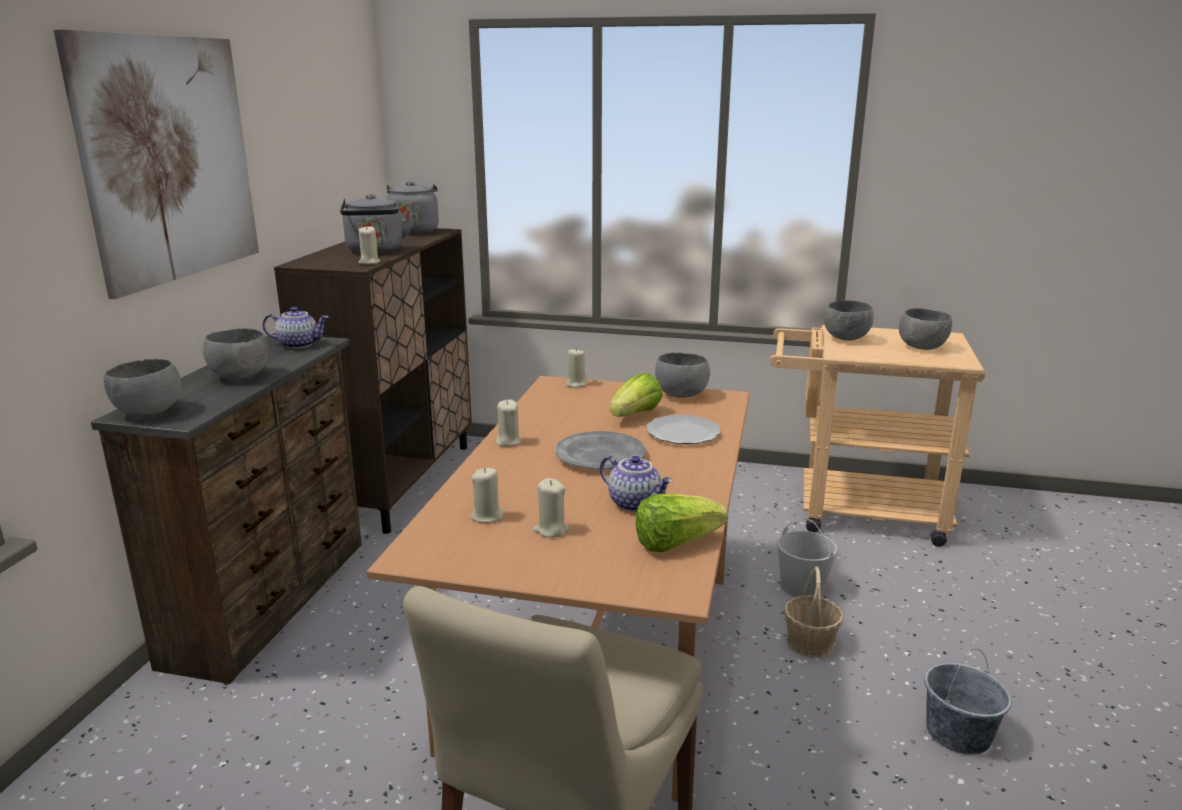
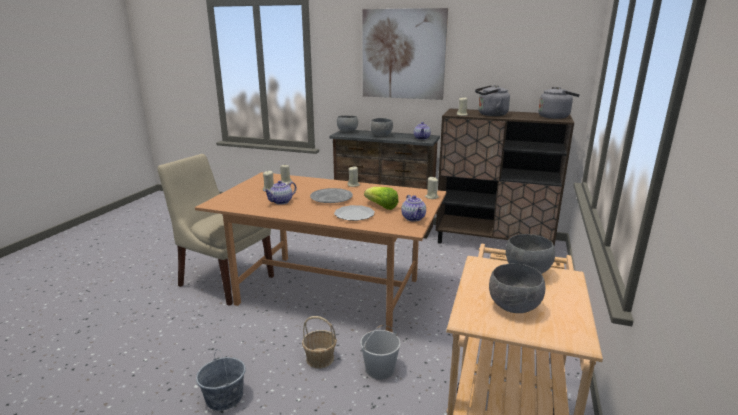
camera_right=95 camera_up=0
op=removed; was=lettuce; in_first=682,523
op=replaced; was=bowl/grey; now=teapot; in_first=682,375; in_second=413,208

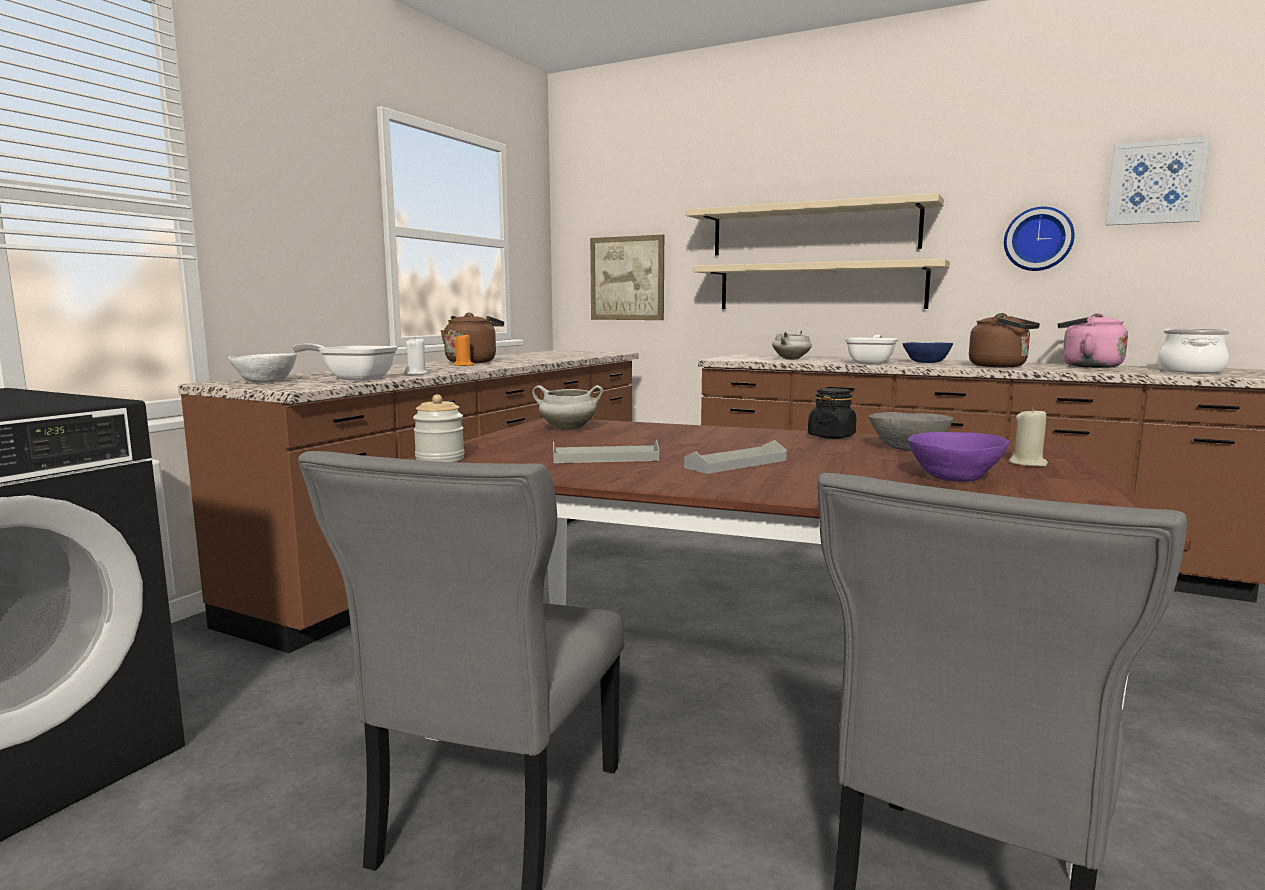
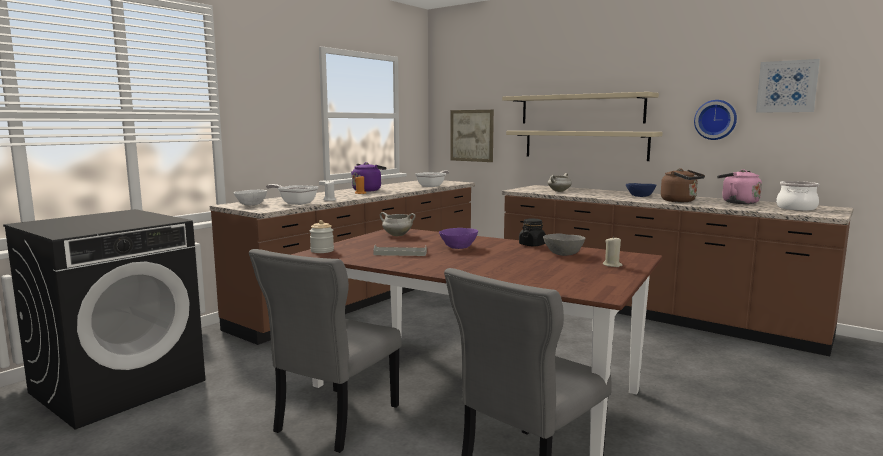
camera_right=10 camera_up=0
op=removed; was=tray/grey; in_first=735,457
op=moved; was=frying pan; in_first=872,349; in_second=432,178
op=moved; was=bowl/purple; in_first=958,457; in_second=458,238
op=recoloured; was=kettle/brown; now=kettle/purple; in_first=472,338; in_second=368,177

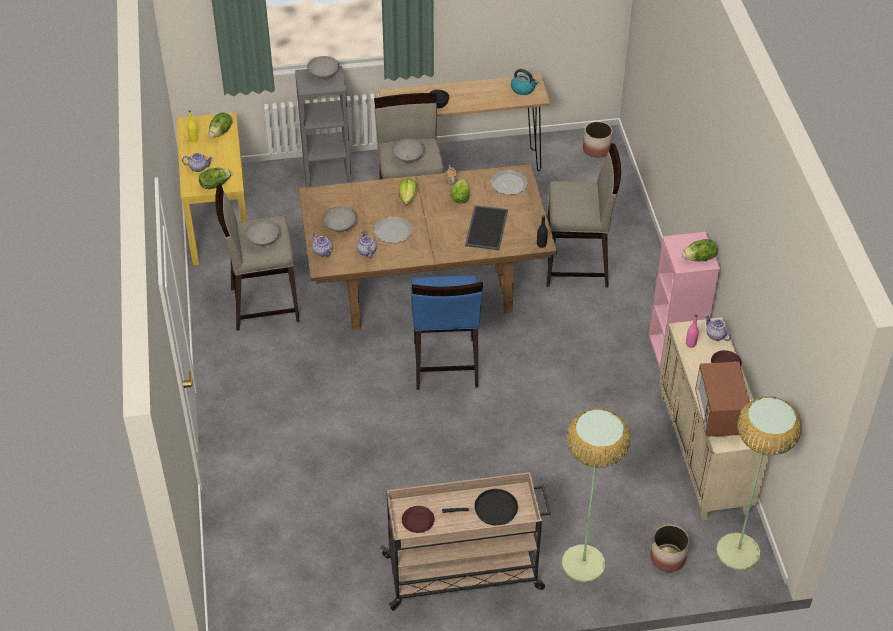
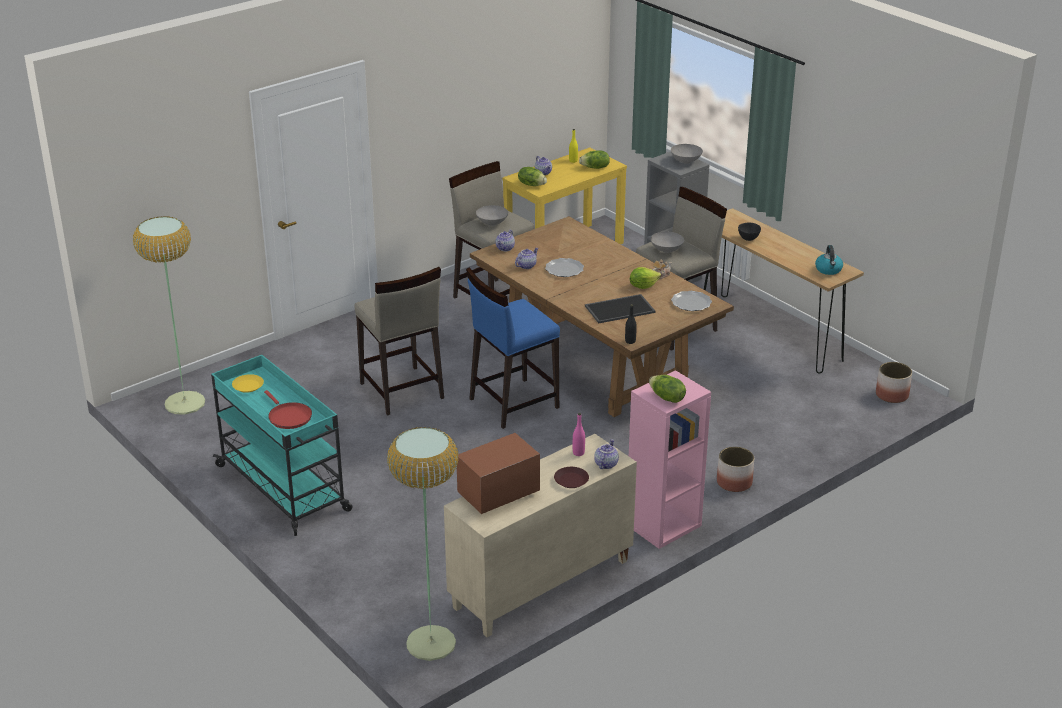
camera_right=60 camera_up=-15
op=removed; was=bowl/grey; in_first=339,219
op=removed; was=lettuce; in_first=408,191
op=moved; was=stool/beige; in_first=584,215; in_second=399,341
op=moved; was=floor lamp; in_first=596,495; in_second=169,315
op=moved; was=planter; in_first=669,548; in_second=735,469
op=recoloured; was=cart/beige; now=cart/turquoise; in_first=465,541; in_second=281,445
op=recoloured; was=plate/brown; now=plate/yellow; in_first=418,519; in_second=248,383
op=recoloured; was=frying pan/black; now=frying pan/red; in_first=480,507; in_second=288,409

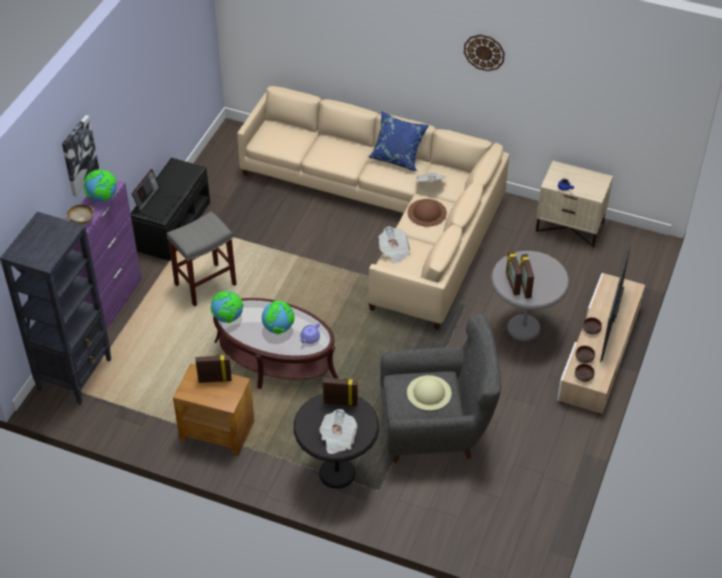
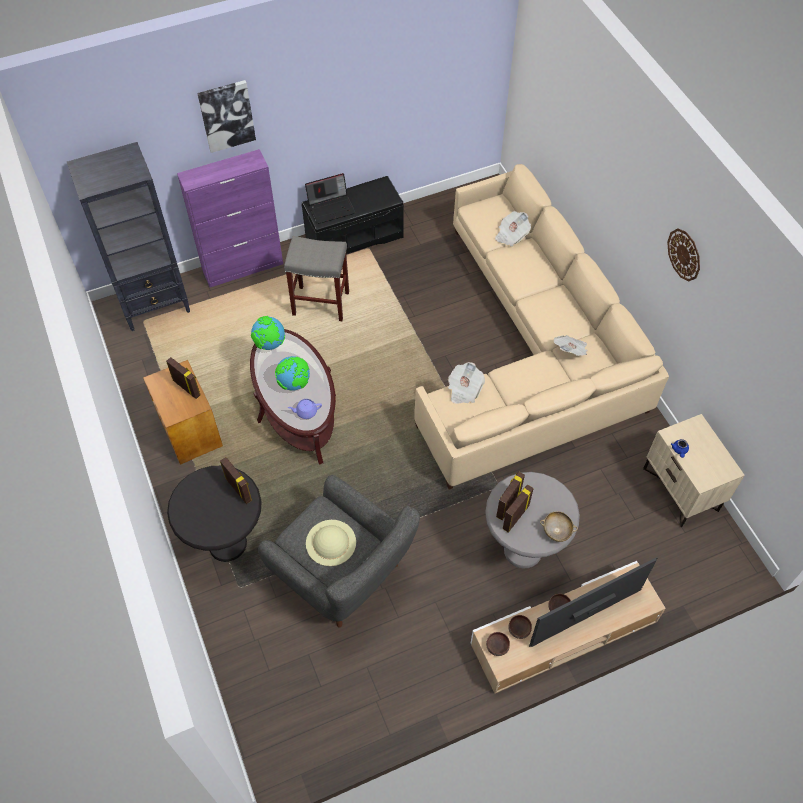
camera_right=45 camera_up=10
op=removed; was=globe; in_first=100,185
op=removed; was=pillow/blue; in_first=398,141
op=removed; was=hat/brown; in_first=427,213
op=moved; was=bowl/beige; in_first=80,214; in_second=559,526
op=moved; was=newspaper; in_first=338,431; in_second=513,229

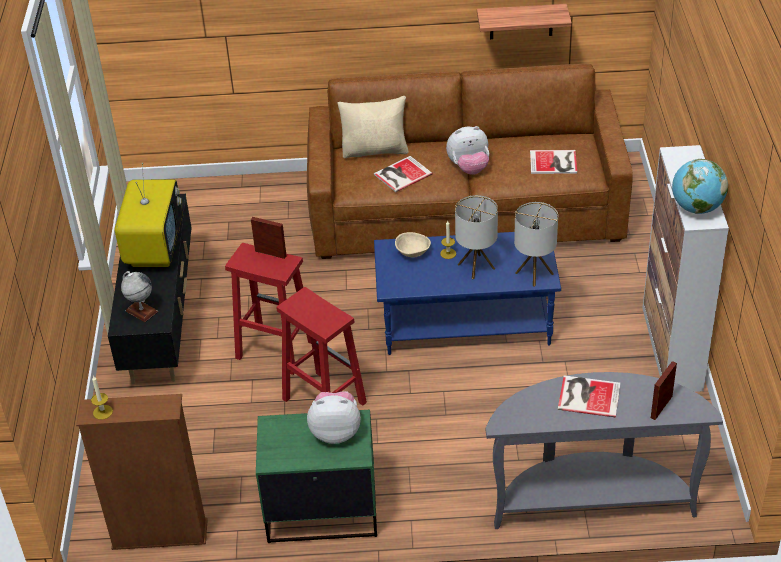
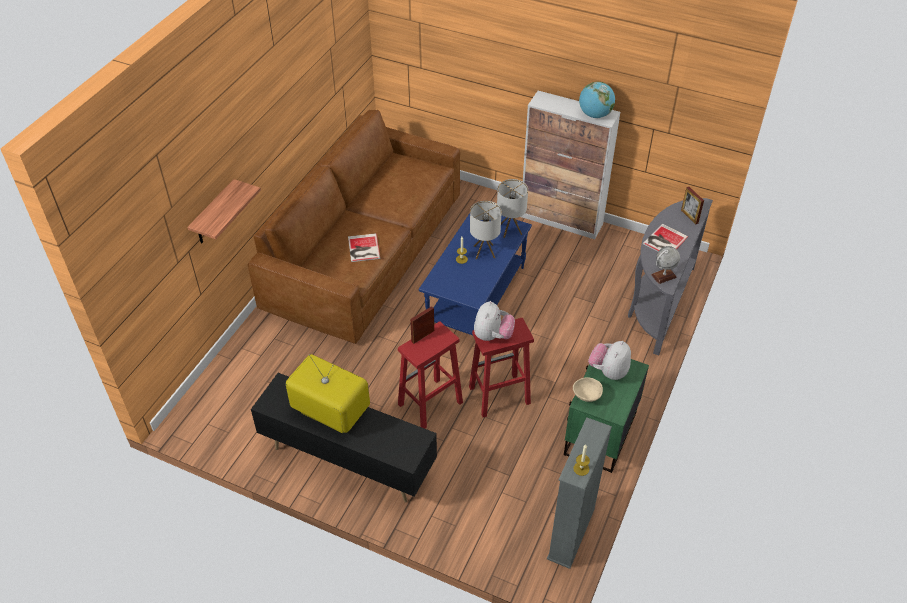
camera_right=-65 camera_up=5
op=removed; was=pillow/beige; in_first=373,127
op=removed; was=book; in_first=553,162
op=moved; was=globe; in_first=139,296; in_second=665,265
op=moved; was=bowl/beige; in_first=413,245; in_second=588,389
op=moved; was=plush toy; in_first=467,150; in_second=494,321
op=moved; was=shelf; in_first=524,21; in_second=224,211
op=recoloured; was=bookcase/brown; now=bookcase/grey; in_first=142,472; in_second=579,493

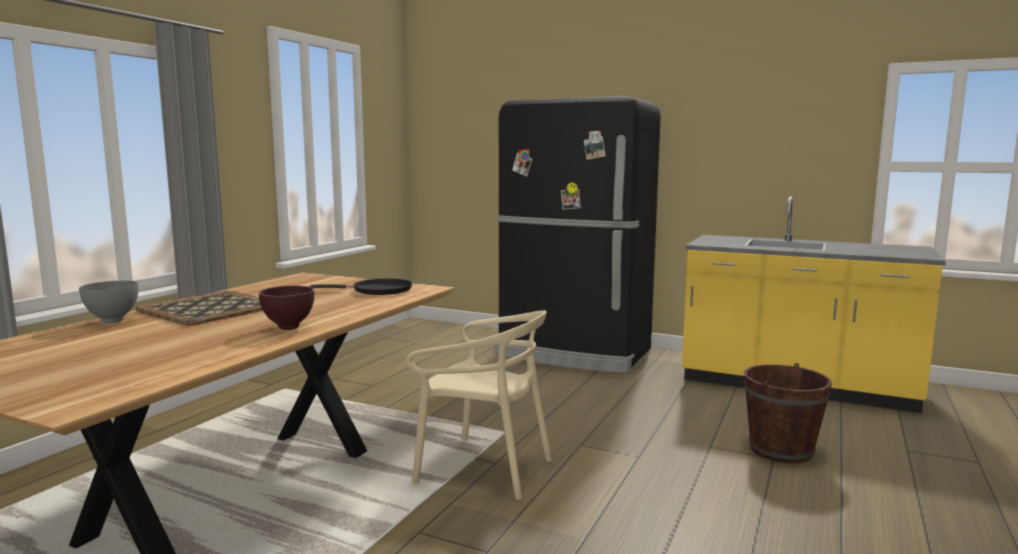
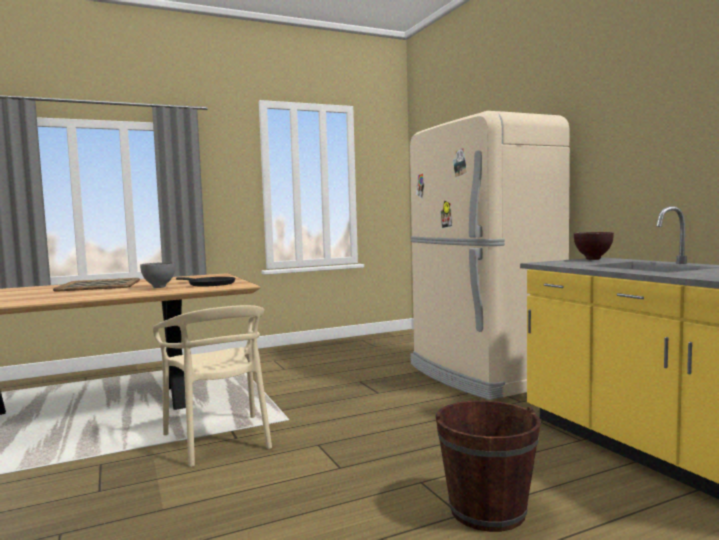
camera_right=40 camera_up=-5
op=moved; was=bowl/grey; in_first=108,302; in_second=157,275
op=moved; was=bowl/brown; in_first=286,308; in_second=594,246
op=recoloured; was=fridge/black; now=fridge/beige; in_first=578,234; in_second=490,255

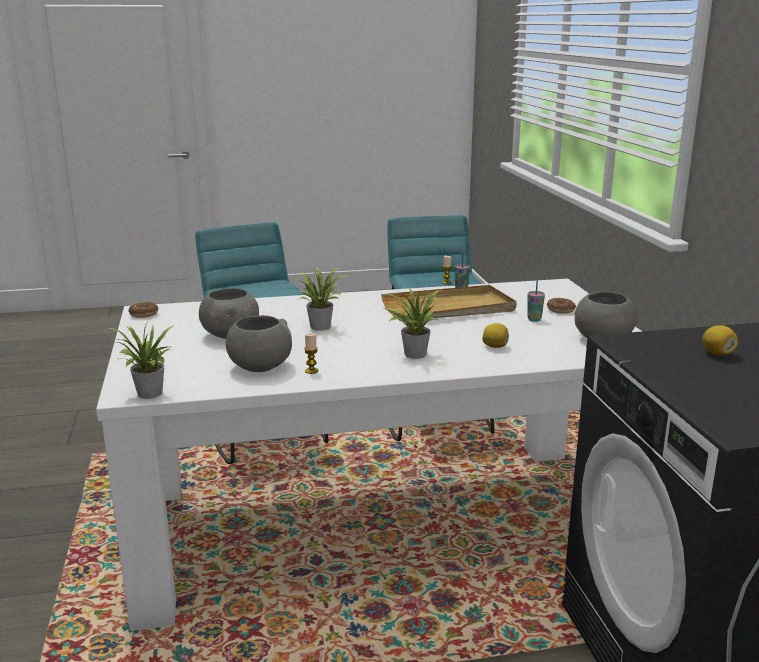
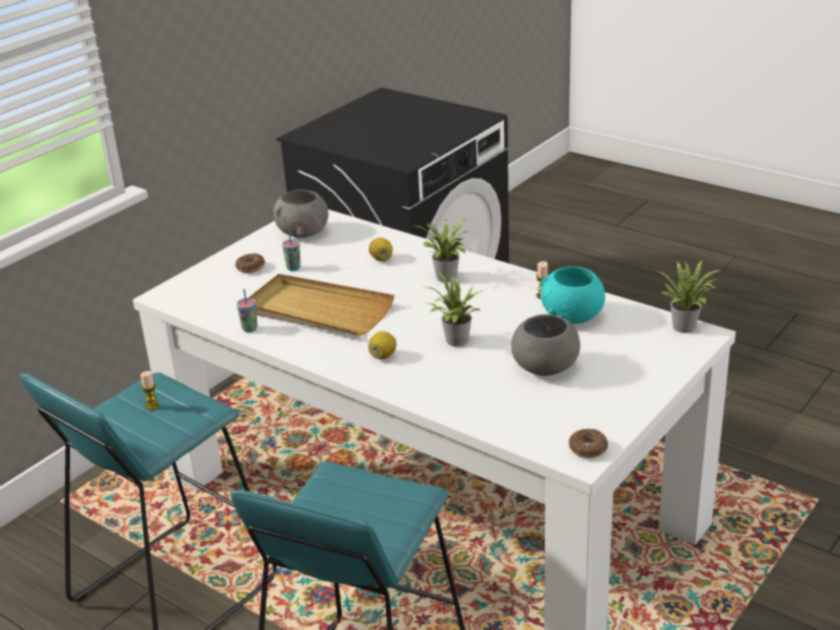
camera_right=-130 camera_up=10
op=moved; was=lemon; in_first=720,340; in_second=382,345
op=recoloured; was=bowl/grey; now=bowl/turquoise; in_first=259,343; in_second=573,295

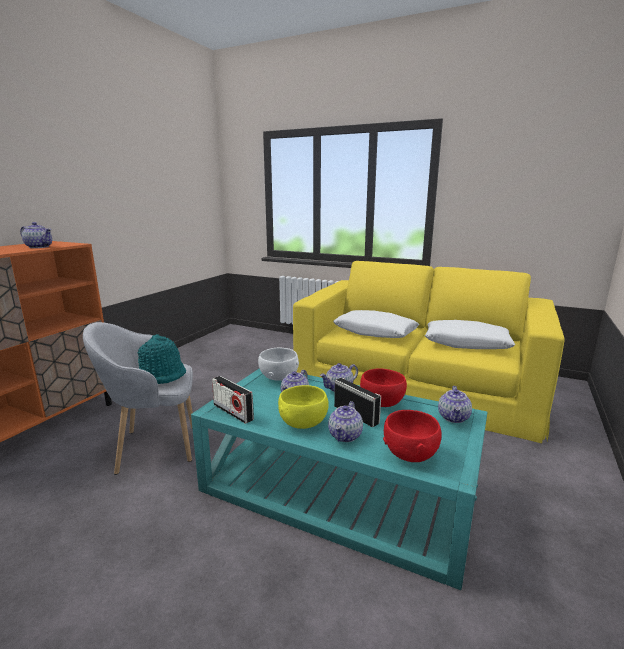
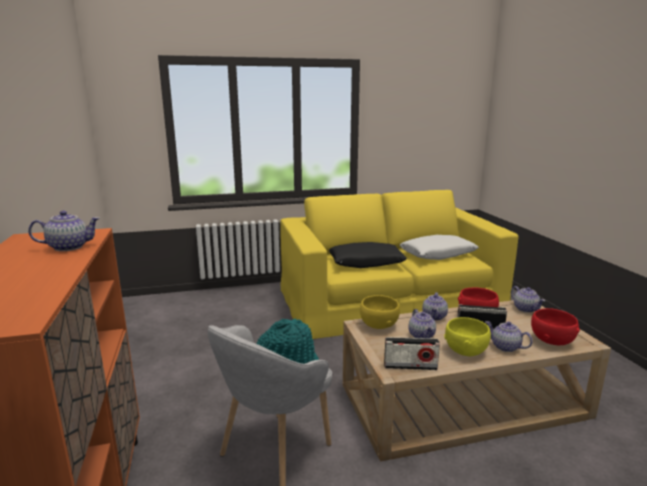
camera_right=-40 camera_up=0
op=recoloured; was=coffee table/turquoise; now=coffee table/beige; in_first=339,479; in_second=477,381
op=recoloured; was=bowl/white; now=bowl/yellow; in_first=278,364; in_second=380,312
op=recoloured; was=pillow/white; now=pillow/black; in_first=376,324; in_second=368,255
op=turned; was=teapot; in_first=345,421; in_second=509,336; clockwise=150

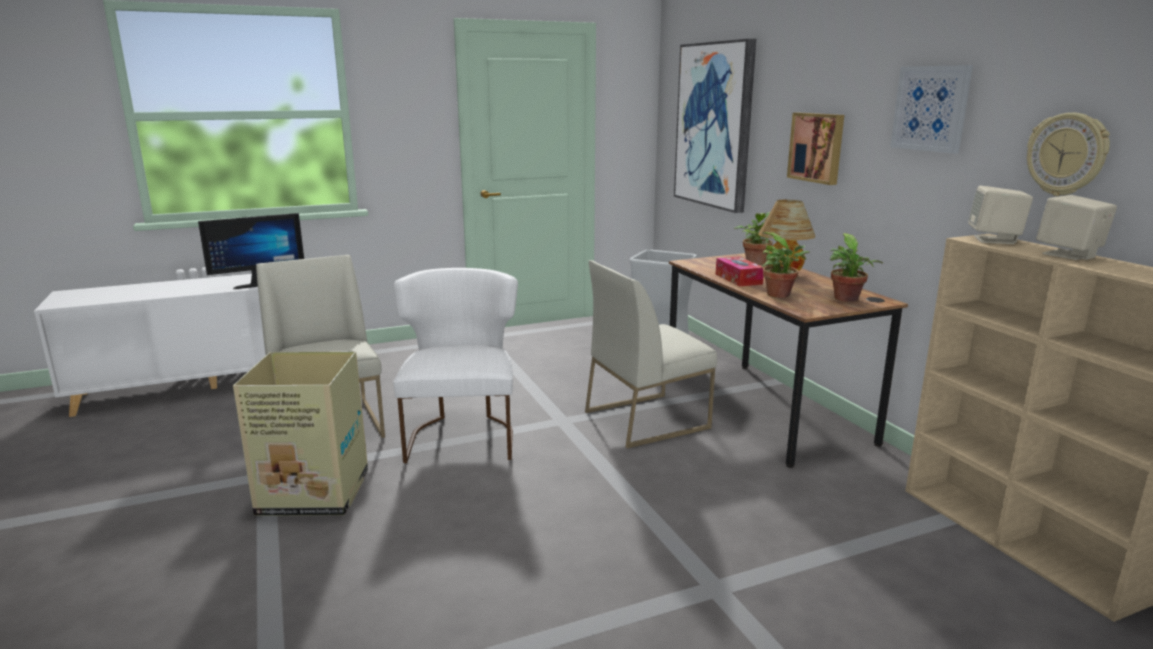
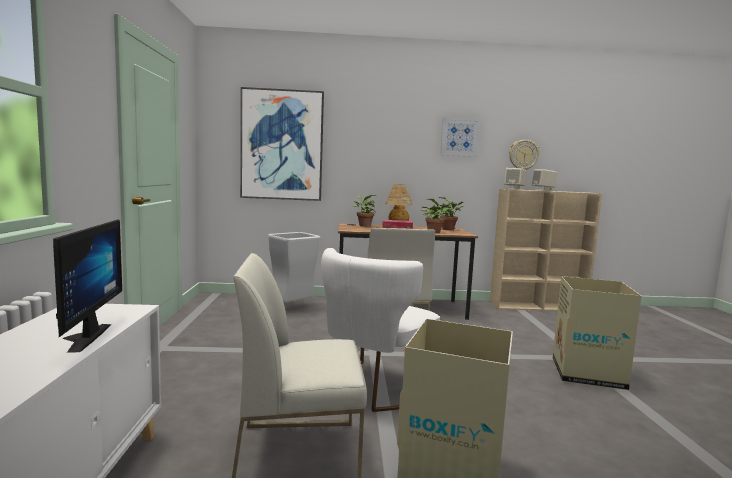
camera_right=-70 camera_up=-10
op=removed; was=picture; in_first=815,149
op=added; now=cardboard box; in_second=597,333
op=turned; was=chair/white; in_first=455,365; in_second=380,330; clockwise=-75

